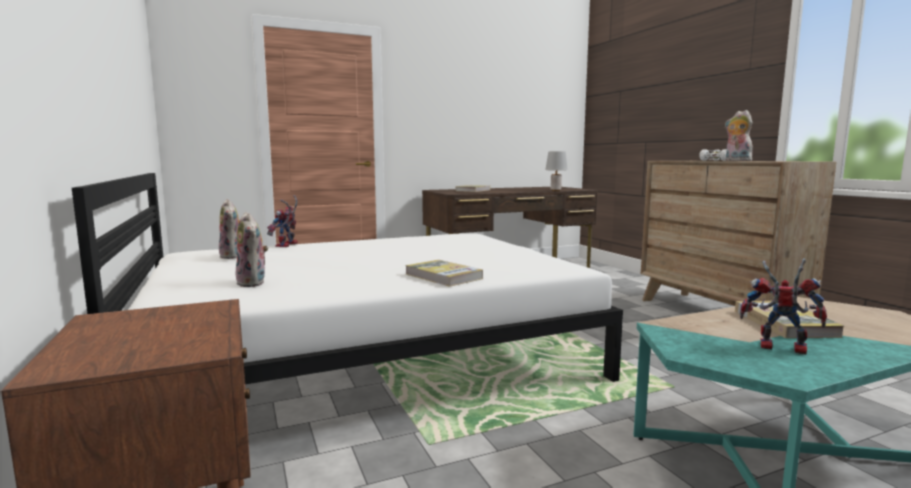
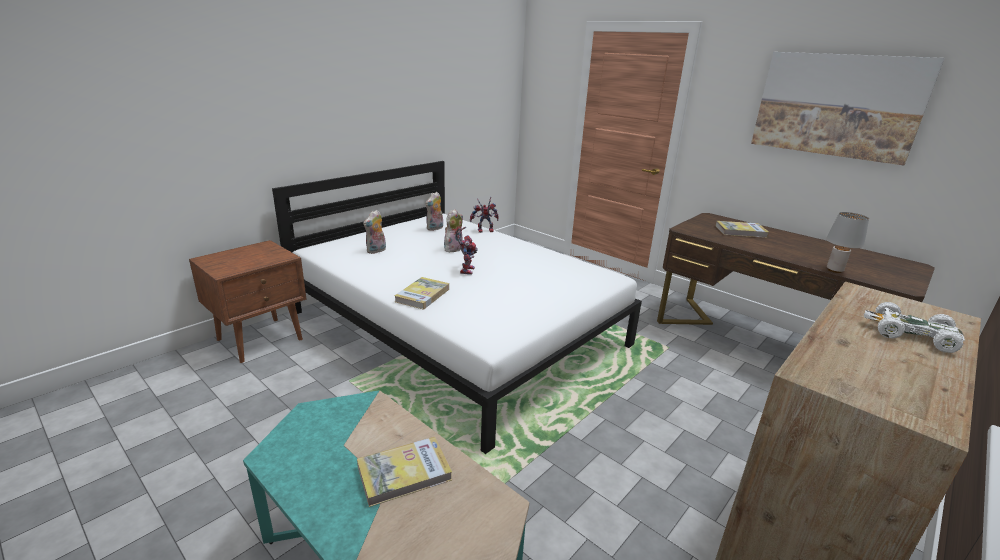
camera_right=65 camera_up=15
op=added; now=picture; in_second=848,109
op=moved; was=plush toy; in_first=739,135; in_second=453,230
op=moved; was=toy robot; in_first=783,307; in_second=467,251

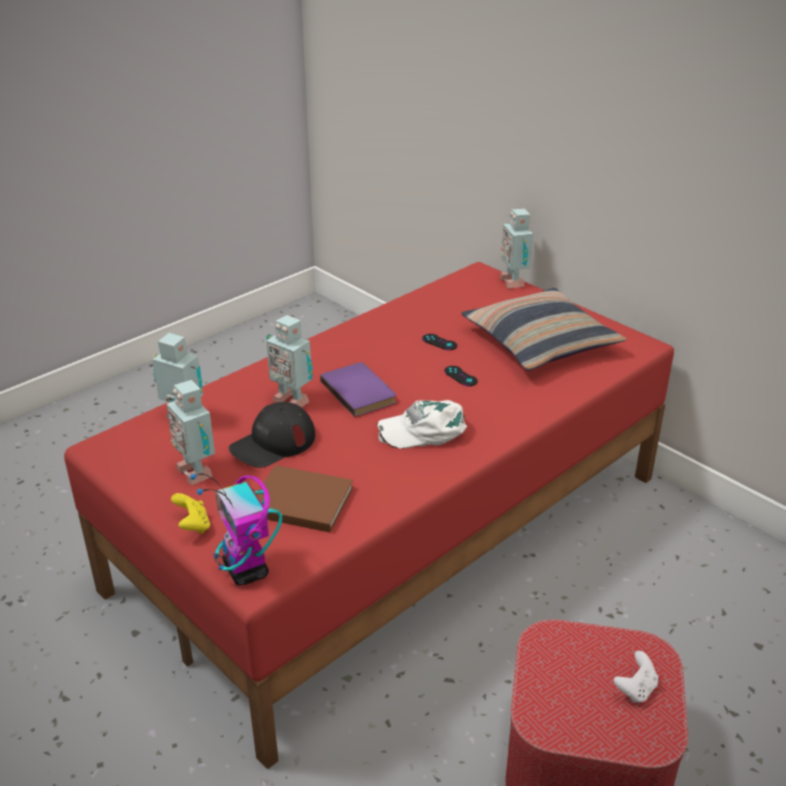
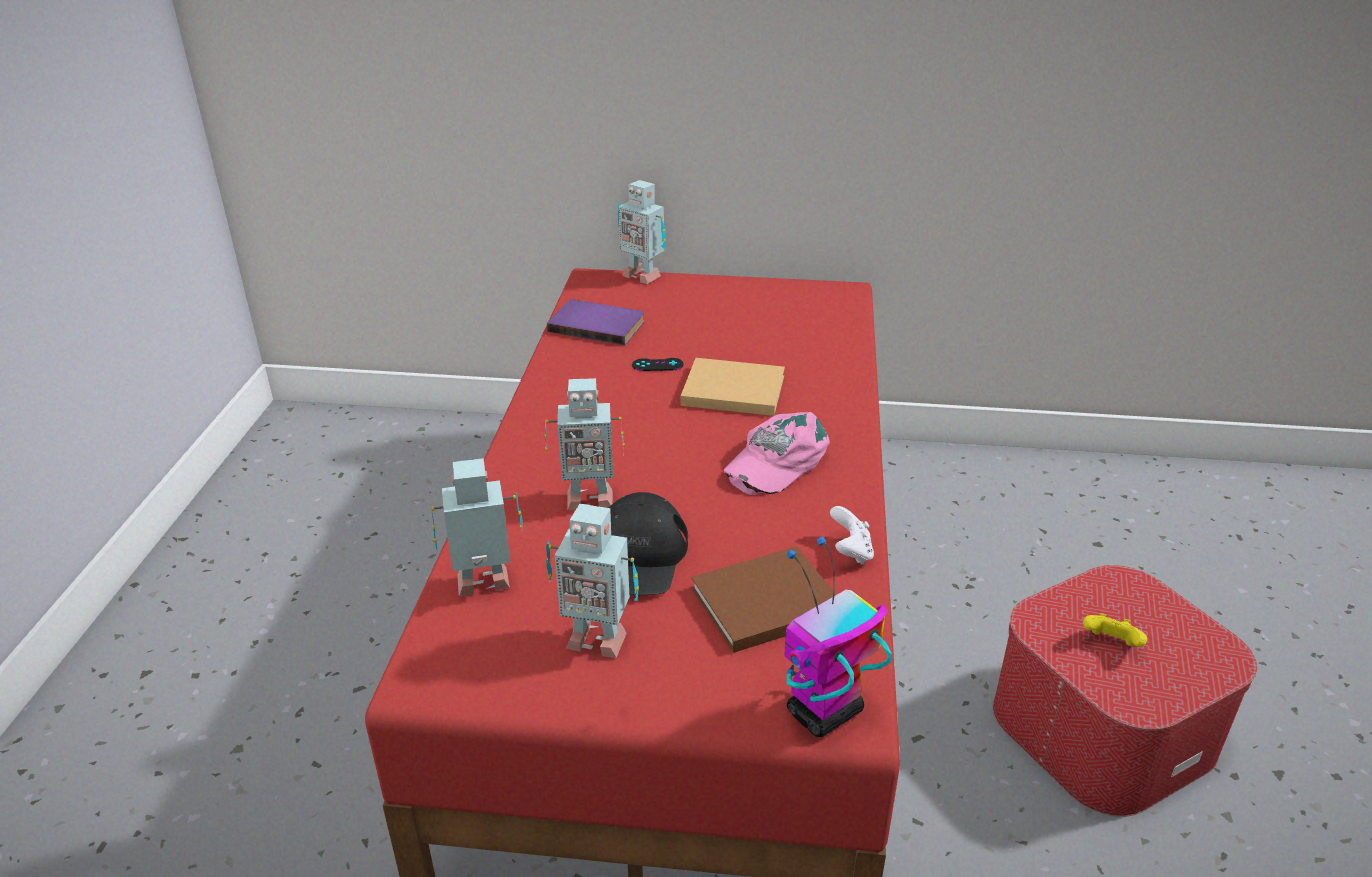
camera_right=-40 camera_up=0
op=removed; was=pillow; in_first=543,329
op=moved; was=game controller/yellow; in_first=190,513; in_second=1115,630
op=moved; was=book/purple; in_first=358,389; in_second=595,322
op=moved; was=game controller/white; in_first=636,677; in_second=852,535
op=replaced; was=game controller/black; now=book/beige; in_first=461,376; in_second=733,387
op=recoloured; was=cap/white; now=cap/pink; in_first=422,424; in_second=777,453
op=turned; was=toy robot; in_first=236,529; in_second=838,637; clockwise=120

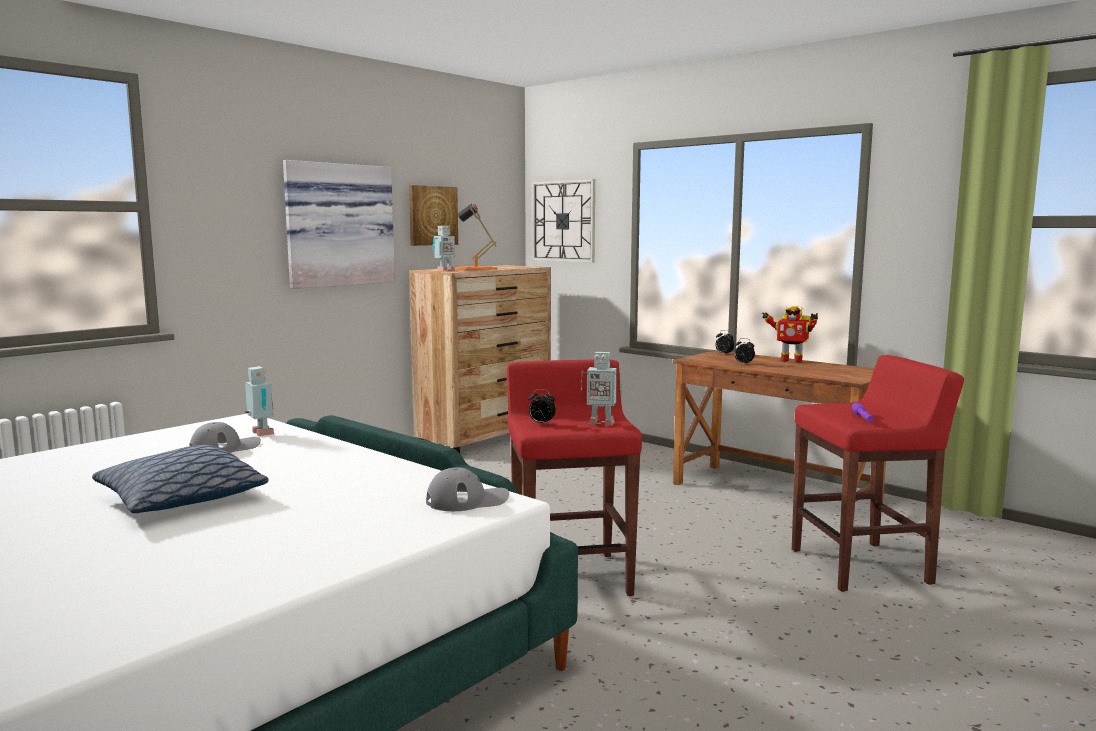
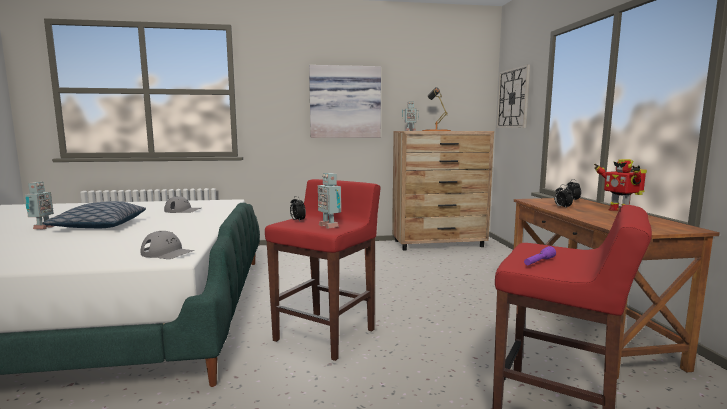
camera_right=40 camera_up=0
op=removed; was=picture; in_first=433,215
op=moved; was=toy robot; in_first=259,401; in_second=39,205

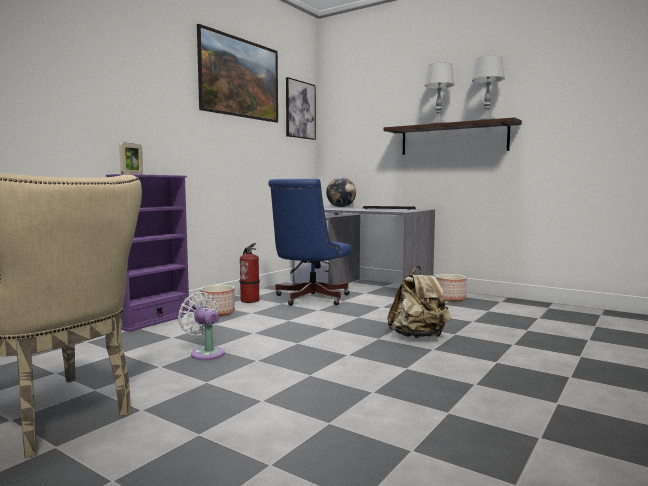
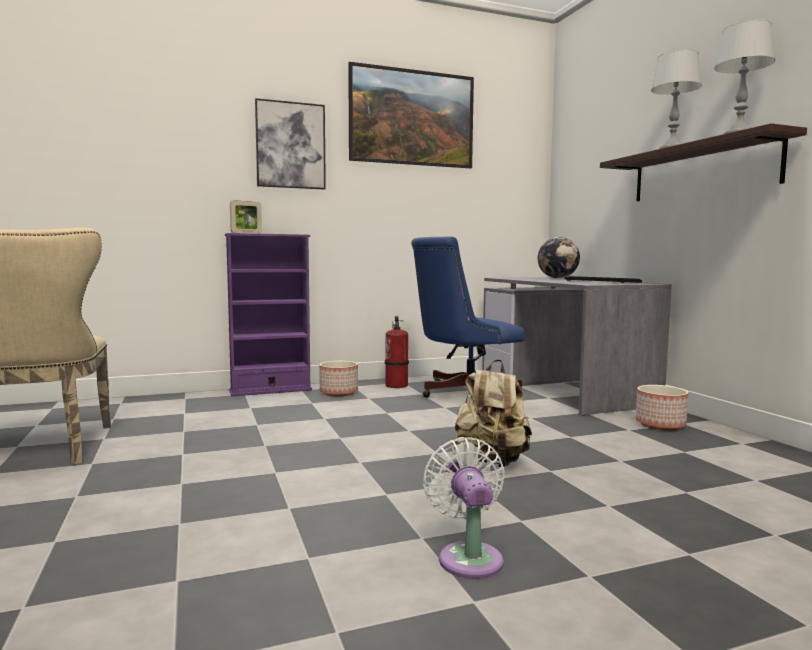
camera_right=35 camera_up=0
op=moved; was=fan/white; in_first=201,326; in_second=464,508
op=moved; was=picture; in_first=301,108; in_second=290,144

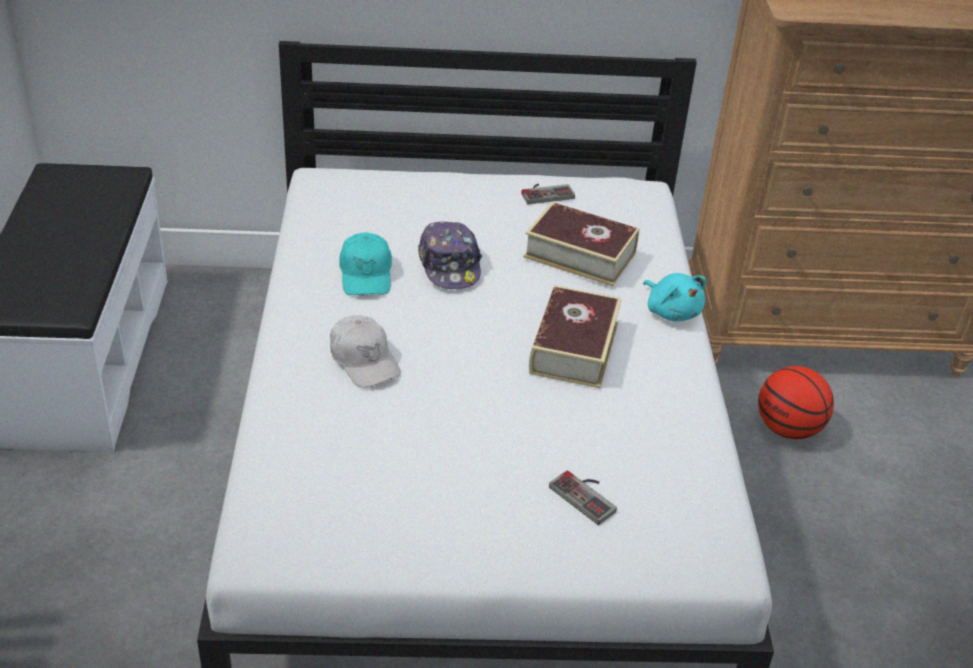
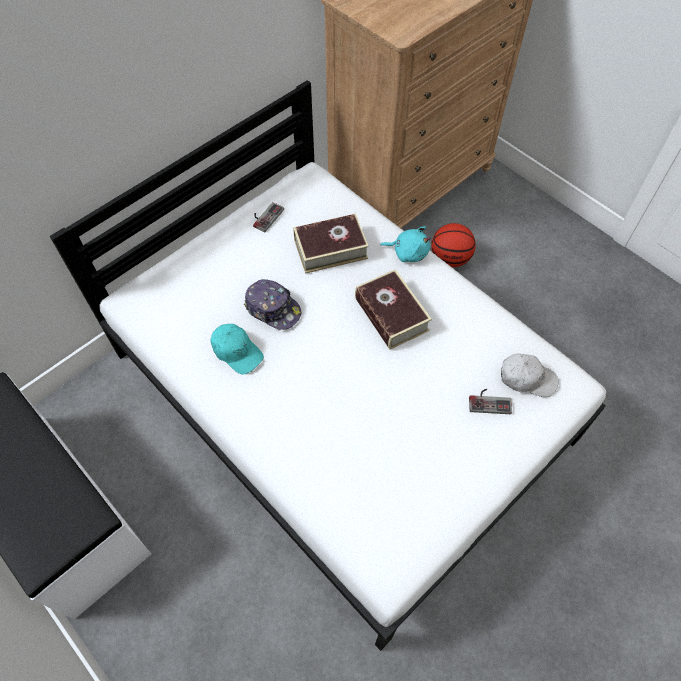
camera_right=-40 camera_up=20
op=moved; was=cap/white; in_first=365,351; in_second=530,375

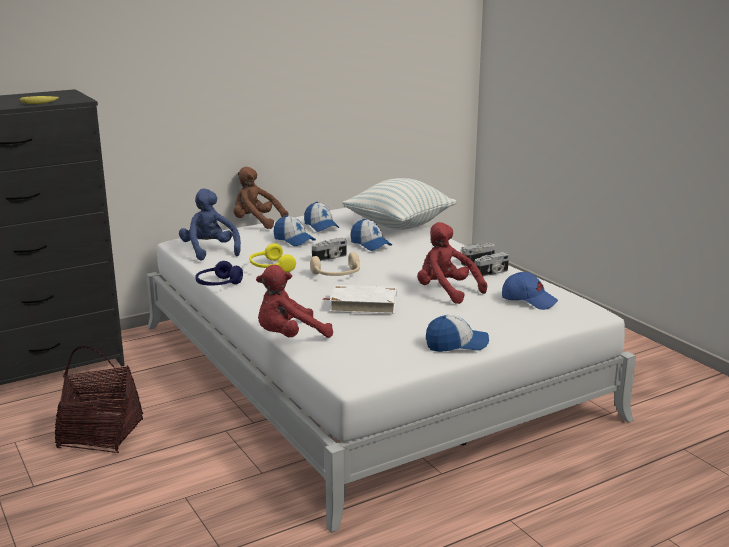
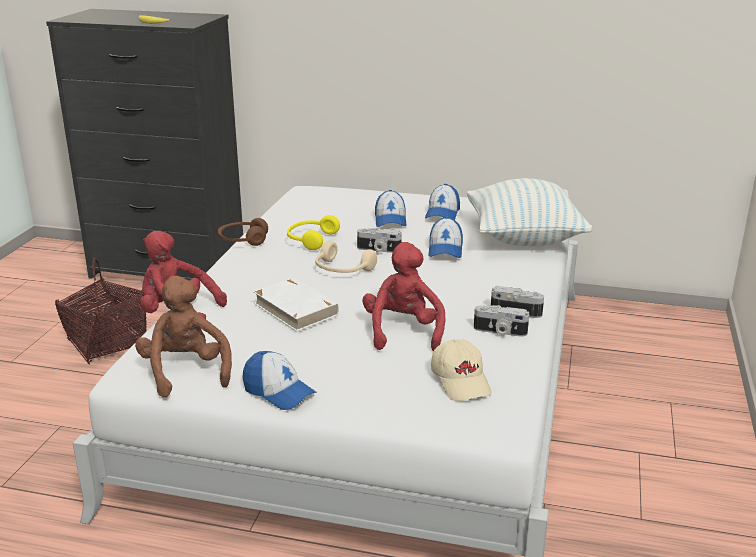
camera_right=45 camera_up=5
op=removed; was=plush toy/blue; in_first=210,225
op=moved; was=plush toy/brown; in_first=261,198; in_second=183,337
op=recoloured; was=headphones/blue; now=headphones/brown; in_first=219,273; in_second=243,232
op=recoloured; was=cap/blue; now=cap/beige; in_first=530,291; in_second=461,370

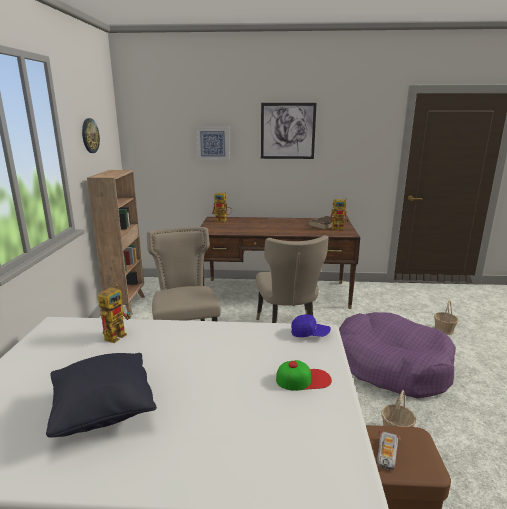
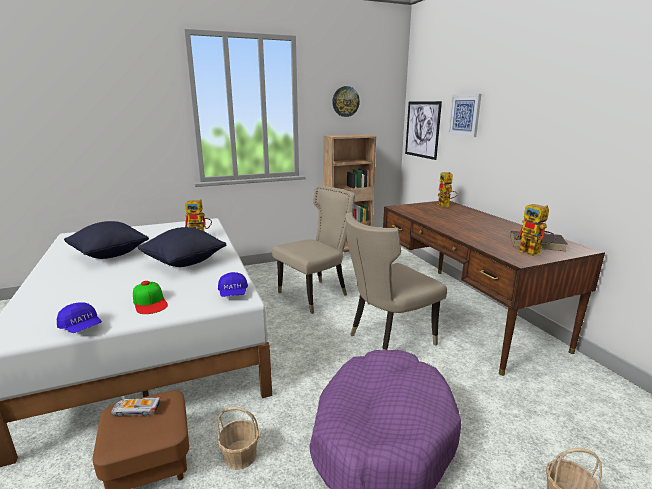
camera_right=65 camera_up=0
op=added; now=cap/blue; in_second=79,317
op=added; now=pillow/black; in_second=182,247
op=moved; was=picture; in_first=289,131; in_second=423,130

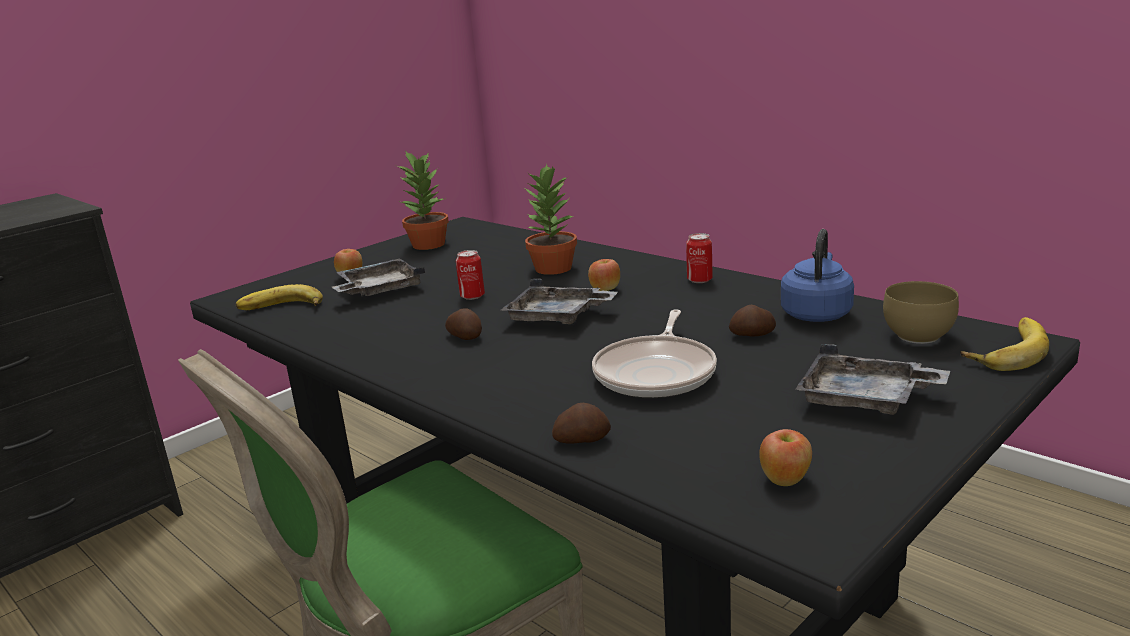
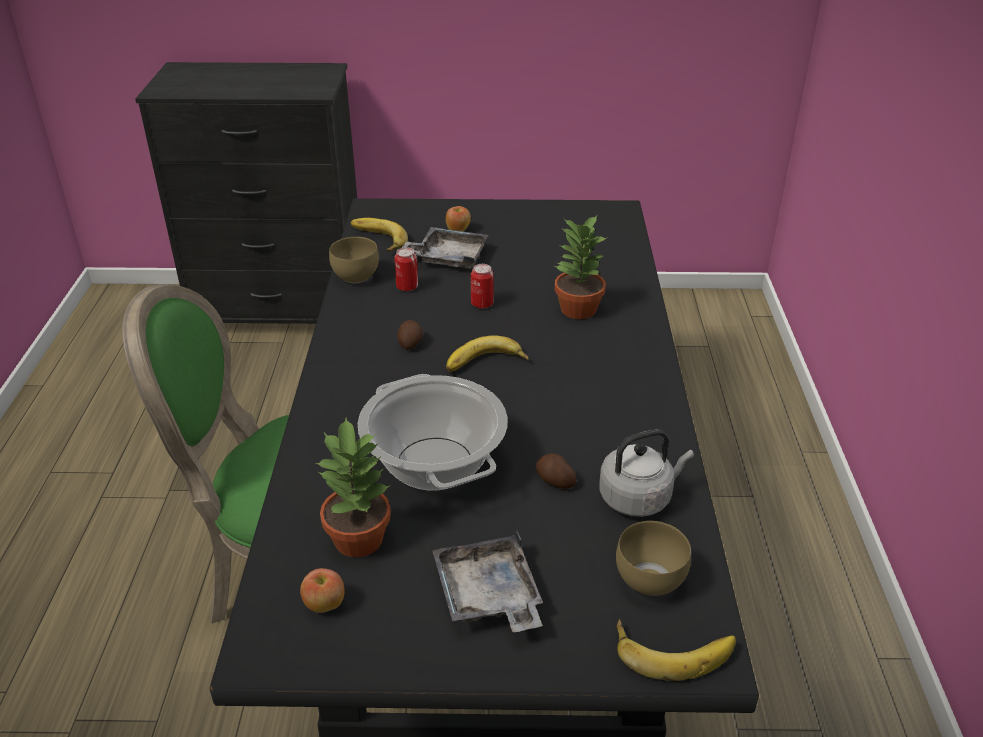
camera_right=45 camera_up=15
op=removed; was=potato; in_first=581,423
op=removed; was=apple; in_first=604,275
op=added; now=bowl/brown; in_second=354,260
op=moved; was=potted plant; in_first=424,200; in_second=353,487
op=moved; was=can; in_first=699,258; in_second=406,269
op=replaced; was=tray/grey; now=banana; in_first=559,301; in_second=487,353
op=replaced; was=frying pan; now=cooking pot; in_first=654,353; in_second=433,432
op=recoloured; was=kettle/blue; now=kettle/grey; in_first=817,275; in_second=646,473

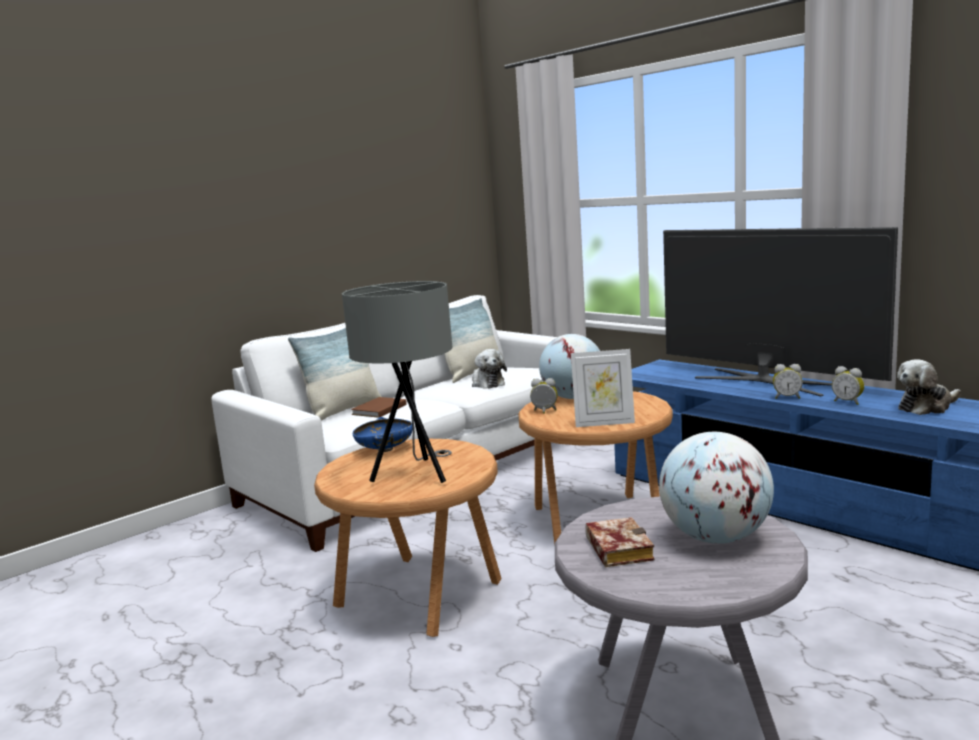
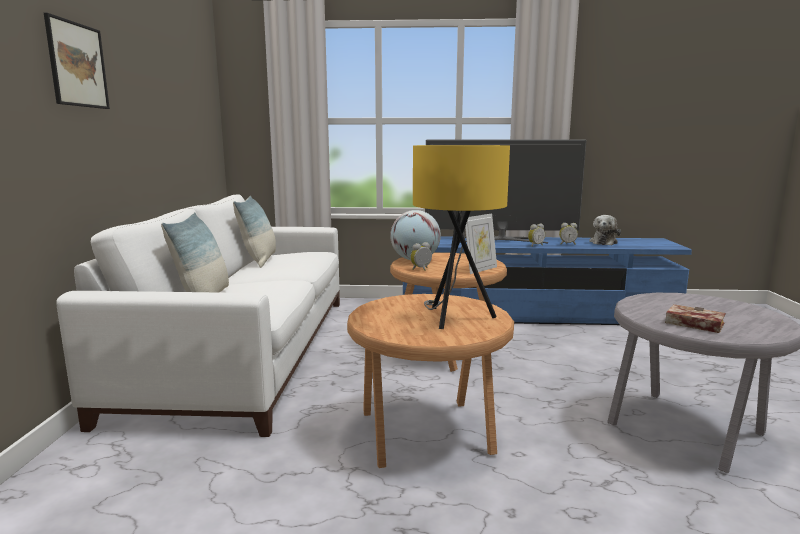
camera_right=-45 camera_up=0
op=removed; was=book/brown; in_first=379,407
op=removed; was=bowl/blue; in_first=383,434
op=removed; was=plush toy; in_first=489,369
op=removed; was=globe; in_first=716,488
op=added; now=picture; in_second=77,61
op=recoloured; was=table lamp/grey; now=table lamp/yellow; in_first=397,382; in_second=461,237

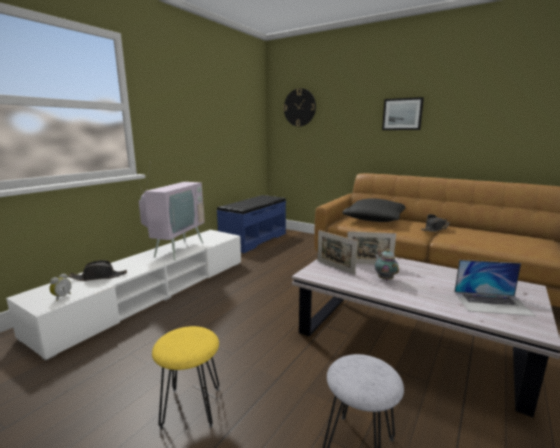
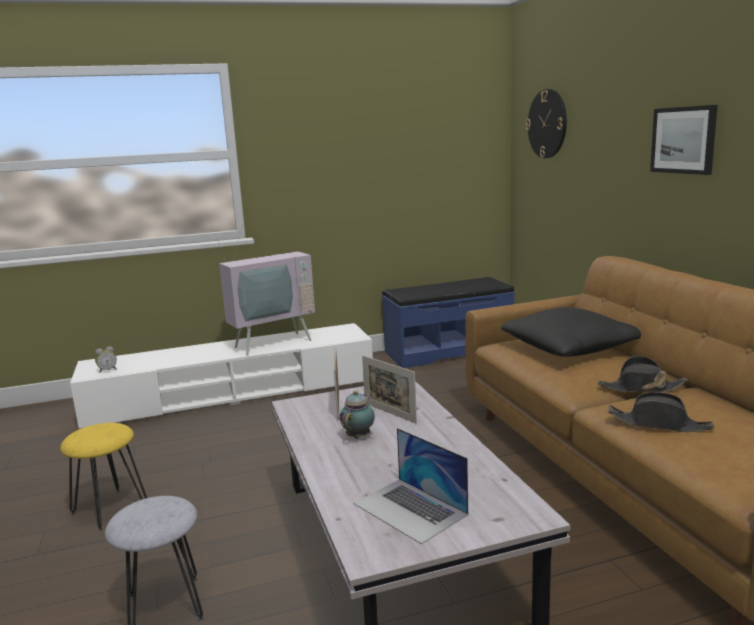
camera_right=40 camera_up=0
op=moved; was=hat/black; in_first=98,270; in_second=661,412

